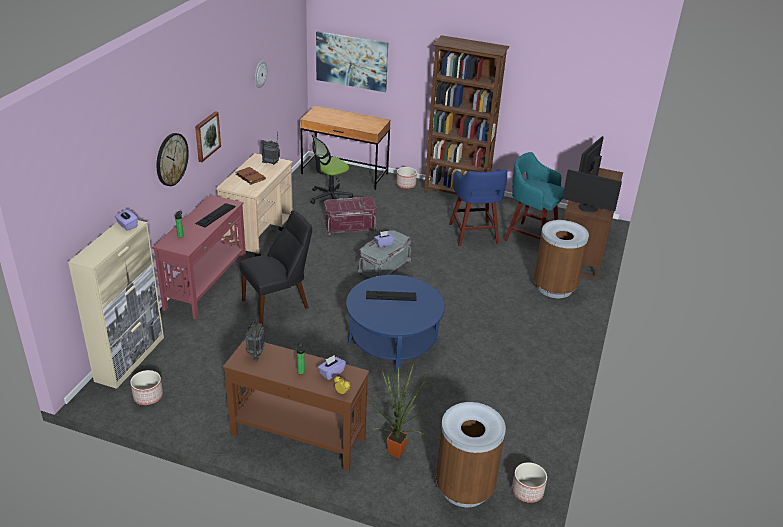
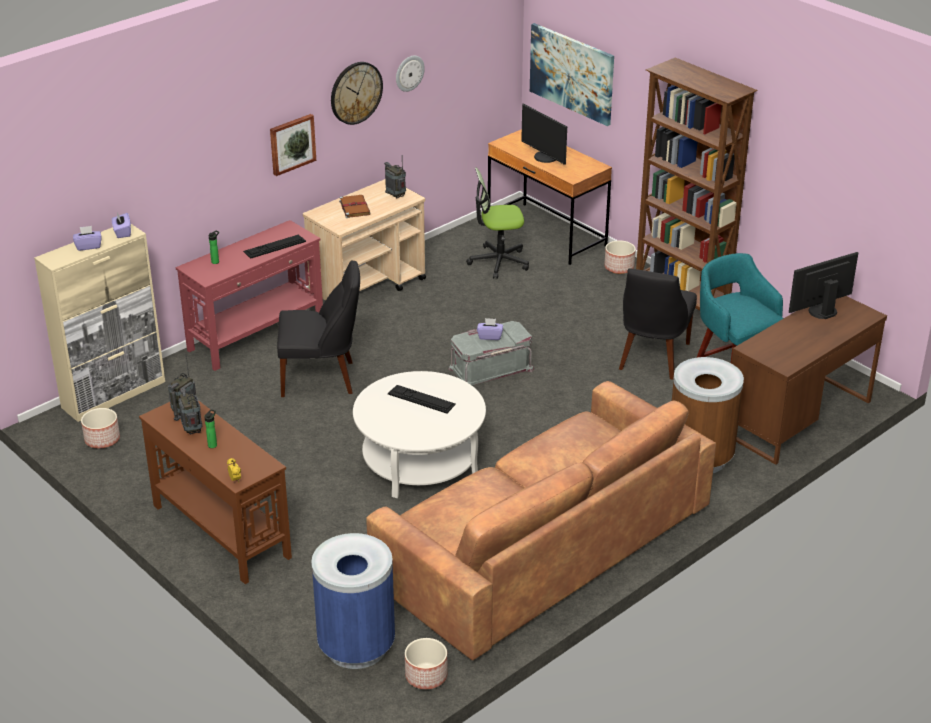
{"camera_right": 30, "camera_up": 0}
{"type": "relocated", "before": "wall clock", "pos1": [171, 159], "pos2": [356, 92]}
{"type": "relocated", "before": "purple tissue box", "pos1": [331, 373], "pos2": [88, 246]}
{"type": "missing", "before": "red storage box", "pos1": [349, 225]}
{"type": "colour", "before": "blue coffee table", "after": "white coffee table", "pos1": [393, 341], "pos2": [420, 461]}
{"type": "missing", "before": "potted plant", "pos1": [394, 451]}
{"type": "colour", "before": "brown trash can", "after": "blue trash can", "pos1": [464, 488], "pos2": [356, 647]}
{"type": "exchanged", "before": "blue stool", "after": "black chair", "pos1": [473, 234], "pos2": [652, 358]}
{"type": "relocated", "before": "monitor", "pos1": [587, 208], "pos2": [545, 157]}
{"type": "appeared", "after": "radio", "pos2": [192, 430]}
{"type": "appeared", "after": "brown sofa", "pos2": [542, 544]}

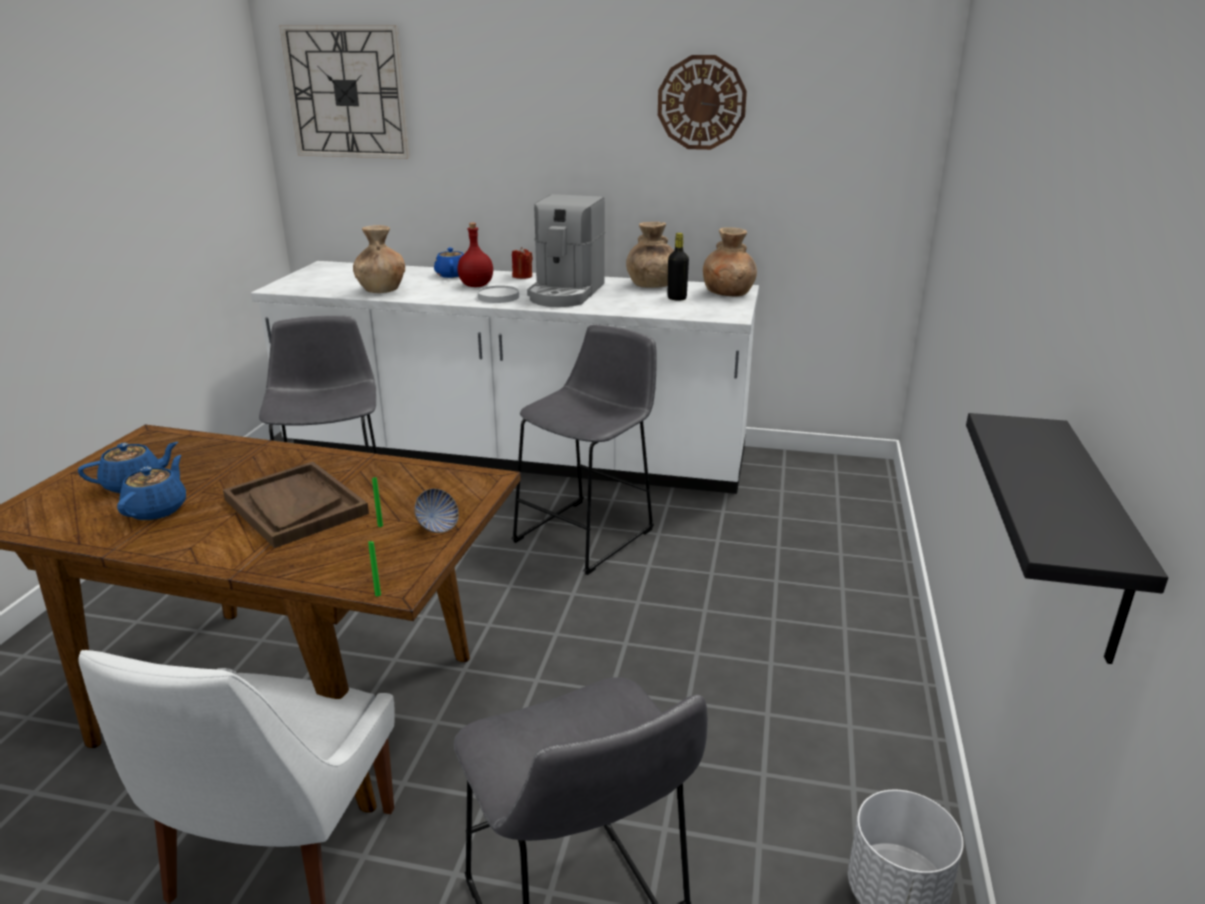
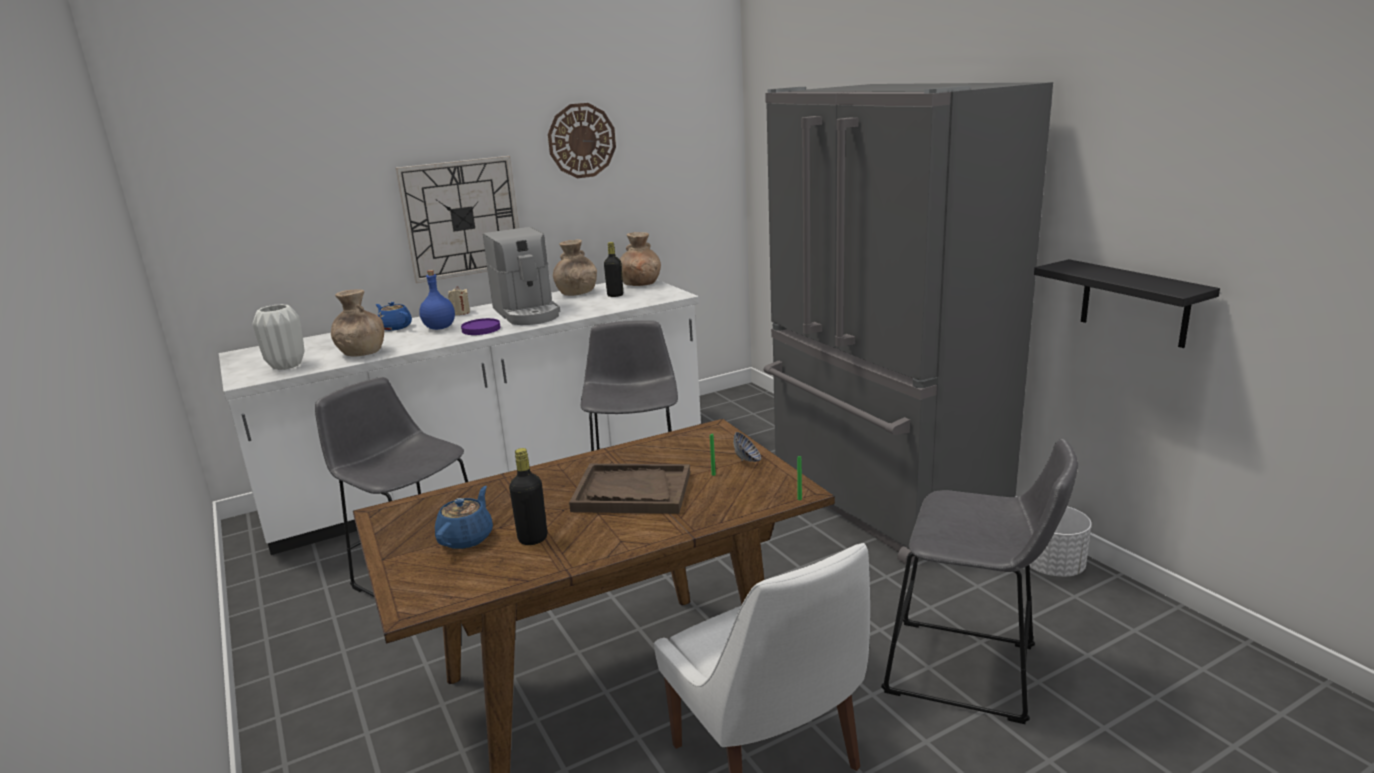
{"camera_right": -40, "camera_up": -5}
{"type": "exchanged", "before": "blue teapot", "after": "black bottle", "pos1": [157, 509], "pos2": [533, 539]}
{"type": "relocated", "before": "wall clock", "pos1": [347, 92], "pos2": [462, 218]}
{"type": "colour", "before": "red bottle", "after": "blue bottle", "pos1": [476, 286], "pos2": [439, 328]}
{"type": "colour", "before": "white plate", "after": "purple plate", "pos1": [498, 297], "pos2": [481, 329]}
{"type": "colour", "before": "red candle", "after": "beige candle", "pos1": [522, 276], "pos2": [460, 313]}
{"type": "appeared", "after": "white vase", "pos2": [287, 365]}
{"type": "appeared", "after": "grey fridge", "pos2": [880, 500]}

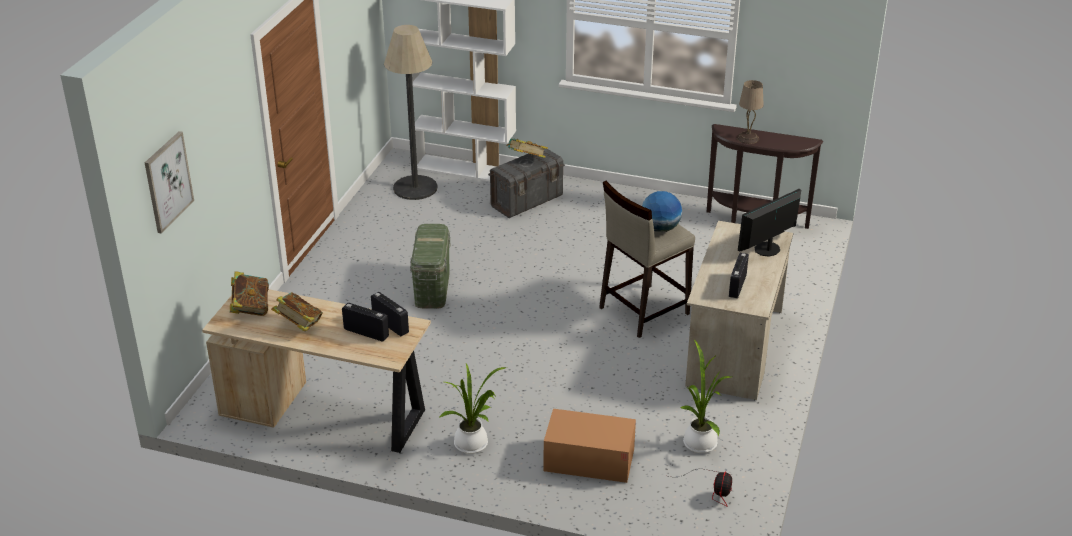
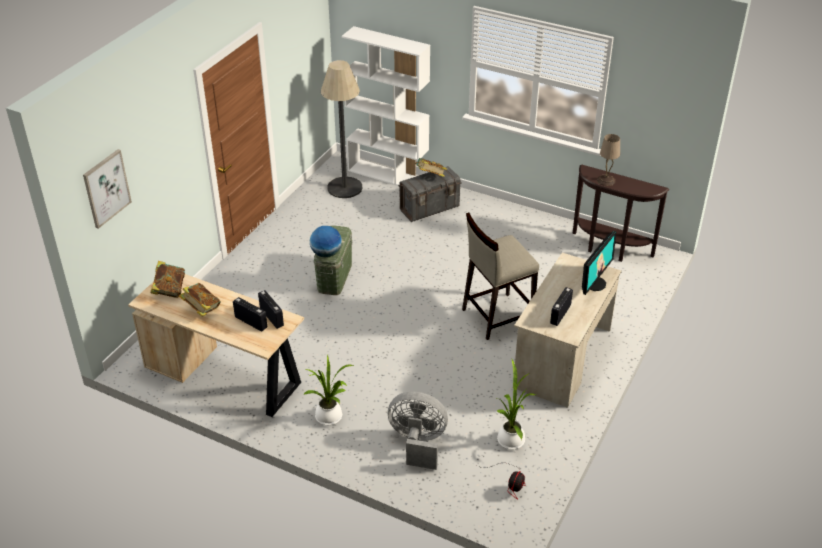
{"camera_right": 10, "camera_up": 5}
{"type": "exchanged", "before": "cardboard box", "after": "grey fan", "pos1": [589, 460], "pos2": [418, 443]}
{"type": "relocated", "before": "globe", "pos1": [660, 228], "pos2": [326, 254]}
{"type": "spun", "before": "monitor", "pos1": [767, 249], "pos2": [595, 283], "turn": 150}

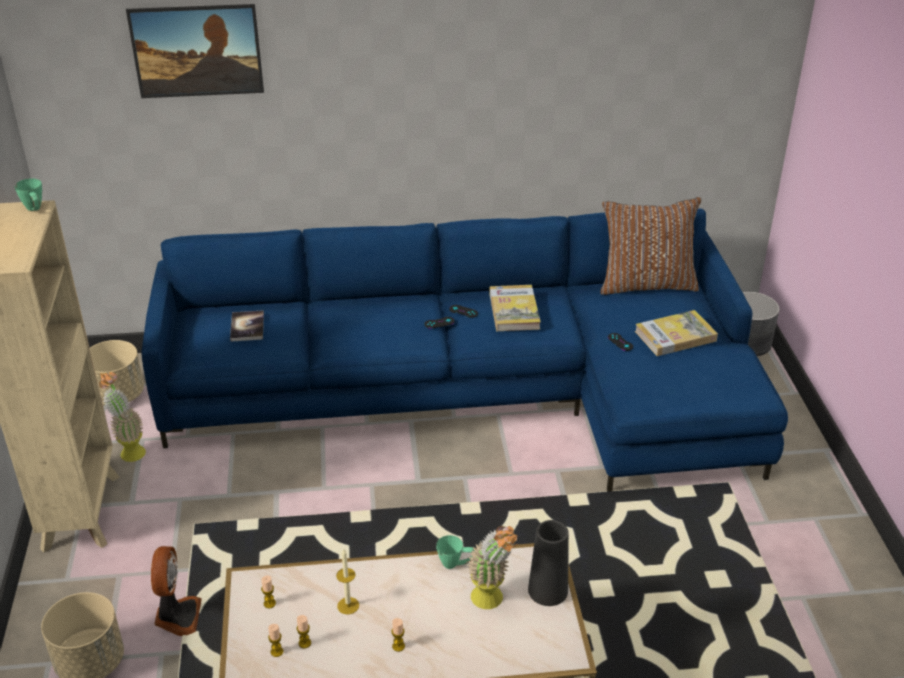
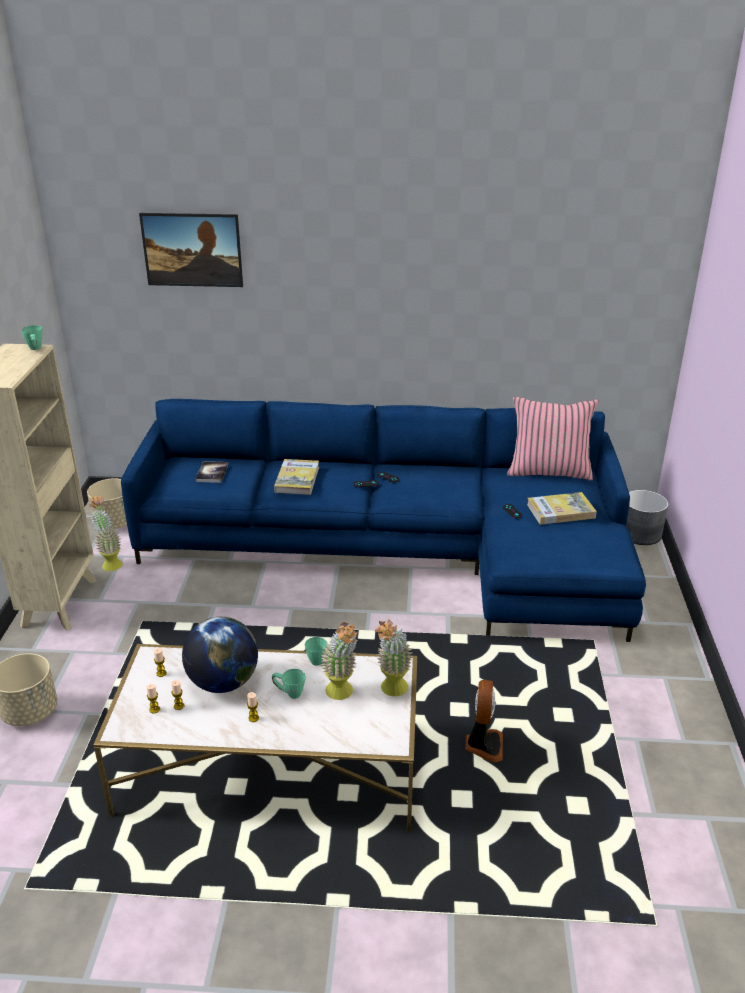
{"camera_right": 10, "camera_up": -5}
{"type": "relocated", "before": "fan", "pos1": [177, 616], "pos2": [483, 745]}
{"type": "exchanged", "before": "candle", "after": "globe", "pos1": [348, 605], "pos2": [223, 682]}
{"type": "relocated", "before": "book", "pos1": [514, 311], "pos2": [297, 479]}
{"type": "exchanged", "before": "black vase", "after": "potted plant", "pos1": [548, 590], "pos2": [392, 692]}
{"type": "colour", "before": "brown pillow", "after": "pink pillow", "pos1": [646, 284], "pos2": [548, 471]}
{"type": "appeared", "after": "green mug", "pos2": [289, 693]}

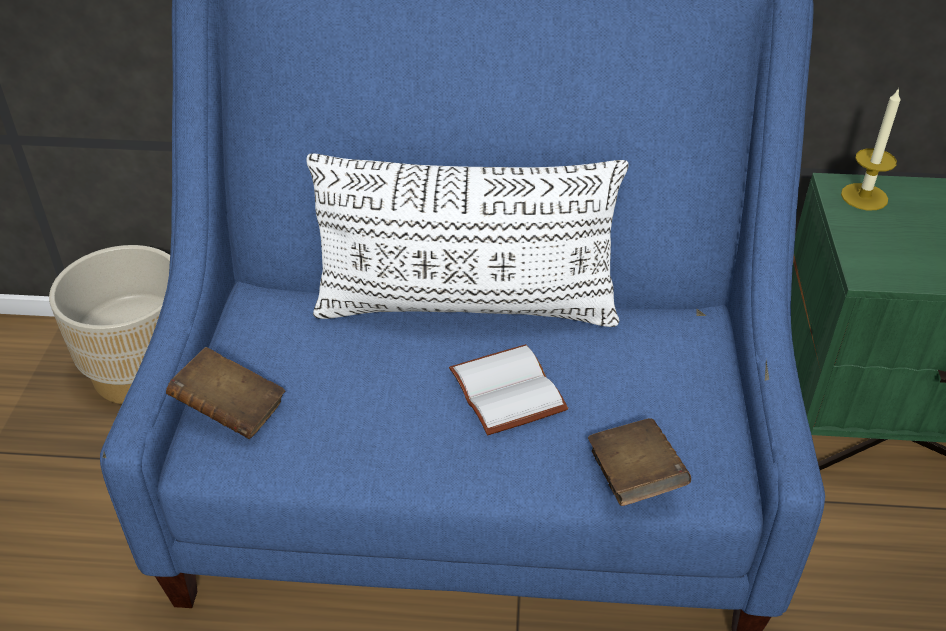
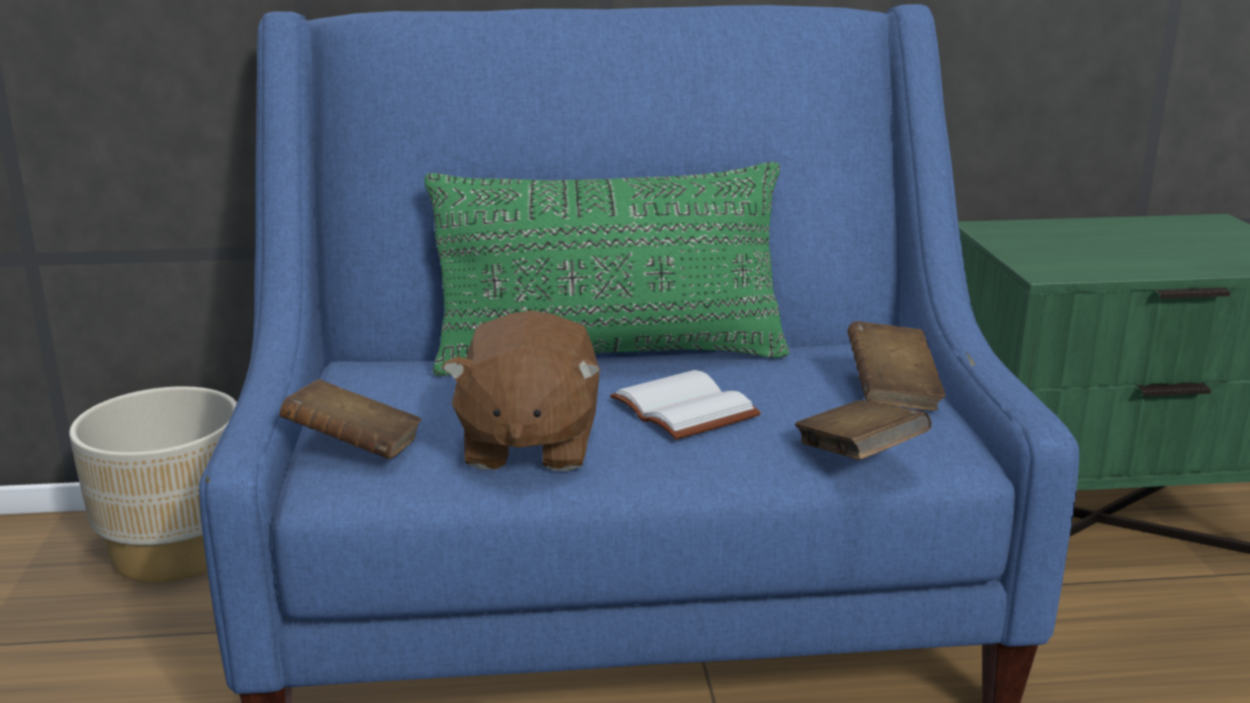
{"camera_right": -10, "camera_up": -20}
{"type": "colour", "before": "white pillow", "after": "green pillow", "pos1": [466, 307], "pos2": [611, 357]}
{"type": "missing", "before": "candle", "pos1": [864, 197]}
{"type": "appeared", "after": "brown plush toy", "pos2": [528, 445]}
{"type": "appeared", "after": "brown book", "pos2": [892, 392]}

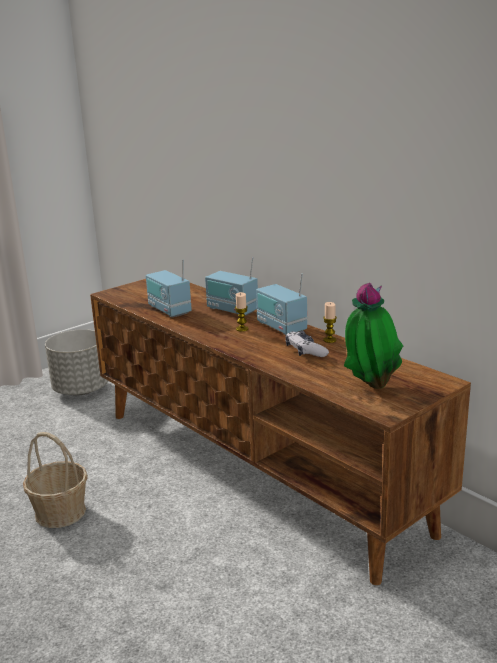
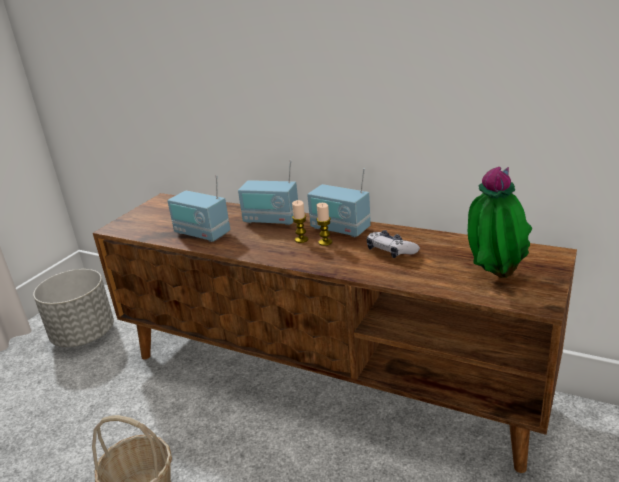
{"camera_right": -20, "camera_up": 5}
{"type": "relocated", "before": "candle", "pos1": [329, 340], "pos2": [325, 242]}

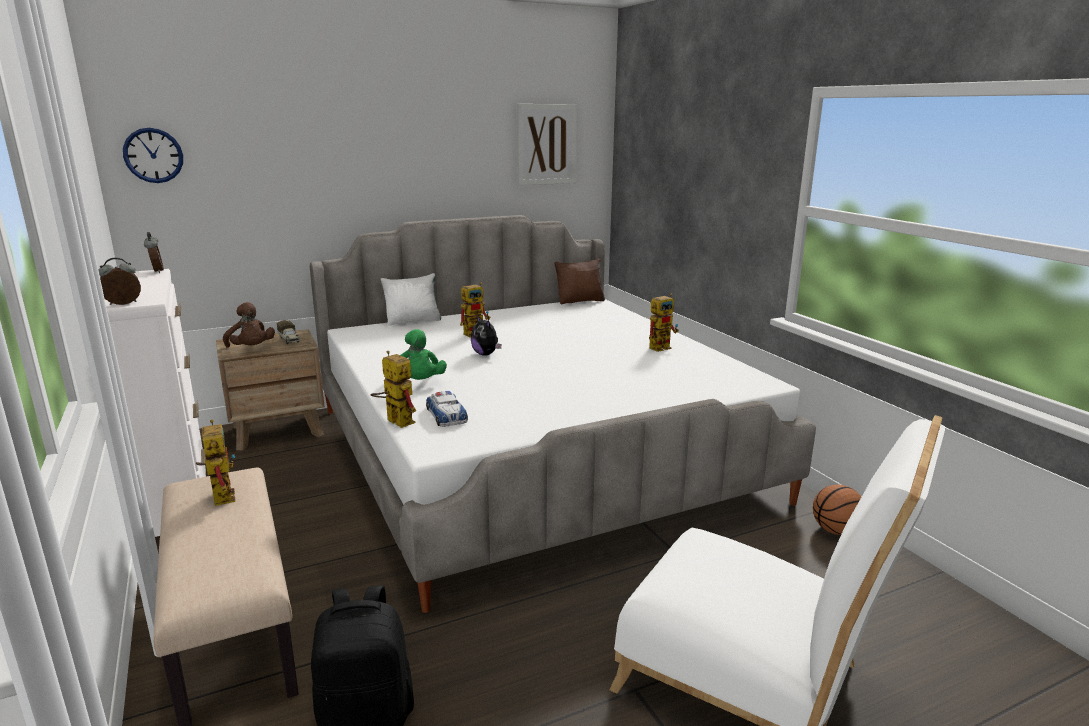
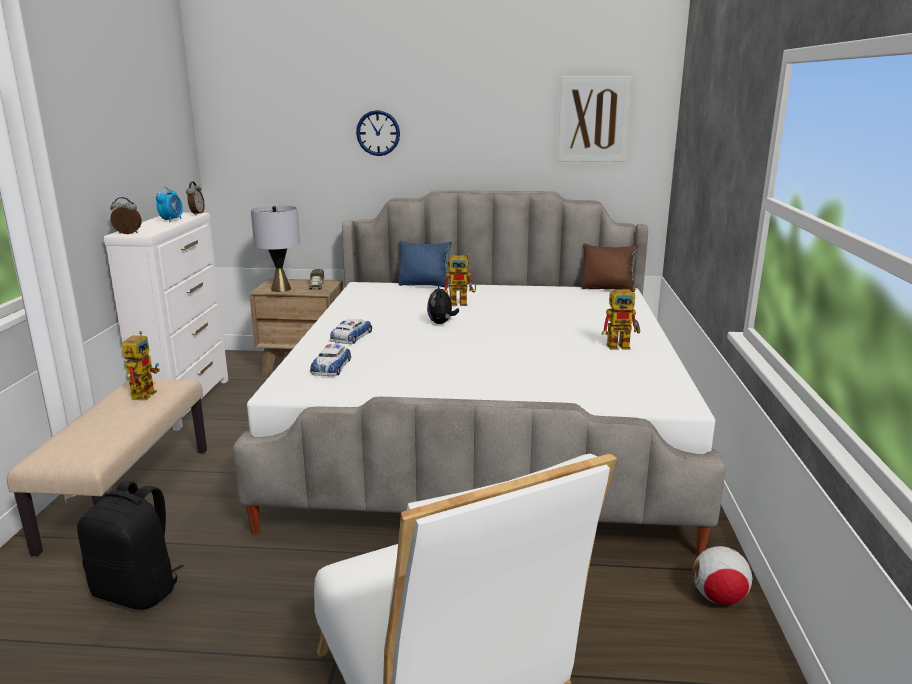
{"camera_right": 30, "camera_up": 0}
{"type": "relocated", "before": "wall clock", "pos1": [153, 155], "pos2": [378, 133]}
{"type": "exchanged", "before": "brown plush toy", "after": "grey table lamp", "pos1": [251, 349], "pos2": [280, 289]}
{"type": "missing", "before": "toy robot", "pos1": [395, 420]}
{"type": "colour", "before": "white pillow", "after": "blue pillow", "pos1": [413, 321], "pos2": [425, 285]}
{"type": "exchanged", "before": "green plush toy", "after": "toy car", "pos1": [419, 382], "pos2": [351, 336]}
{"type": "exchanged", "before": "basketball", "after": "football", "pos1": [835, 530], "pos2": [718, 598]}
{"type": "appeared", "after": "alarm clock", "pos2": [172, 220]}

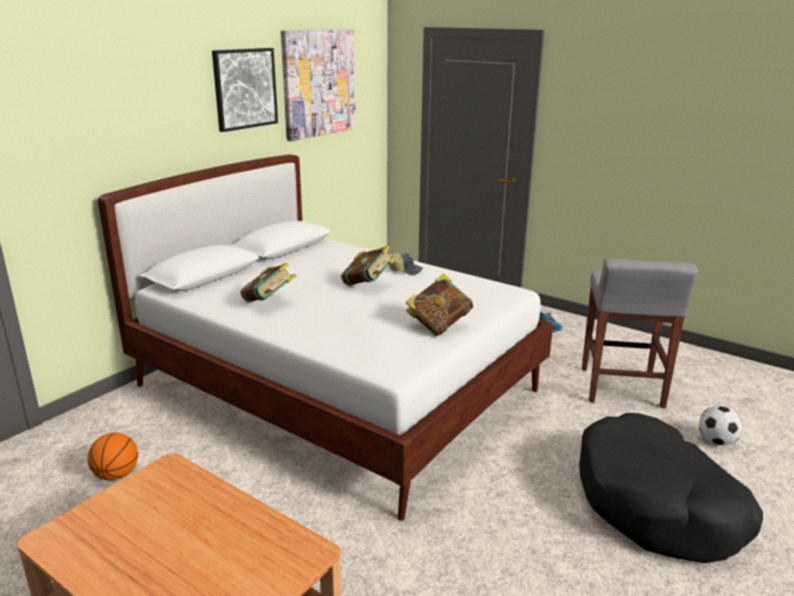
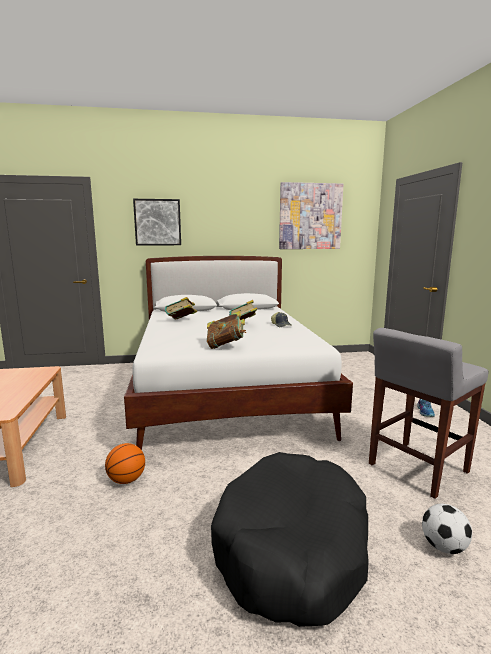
{"camera_right": 45, "camera_up": -10}
{"type": "relocated", "before": "basketball", "pos1": [116, 475], "pos2": [126, 480]}
{"type": "relocated", "before": "picture", "pos1": [245, 88], "pos2": [157, 222]}

